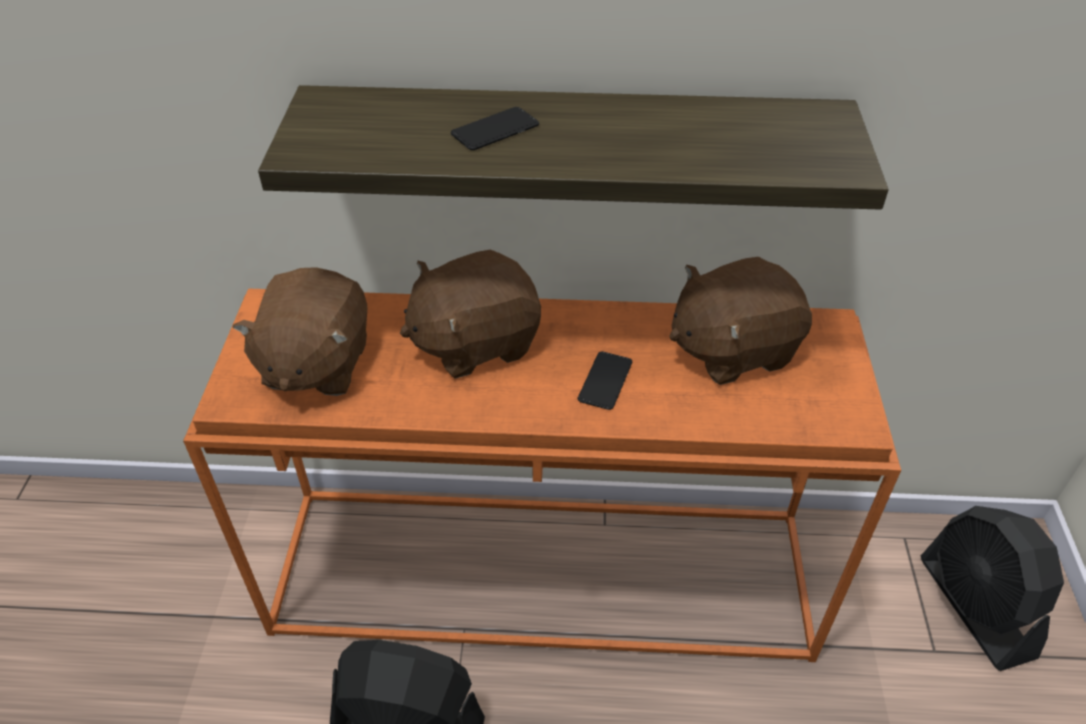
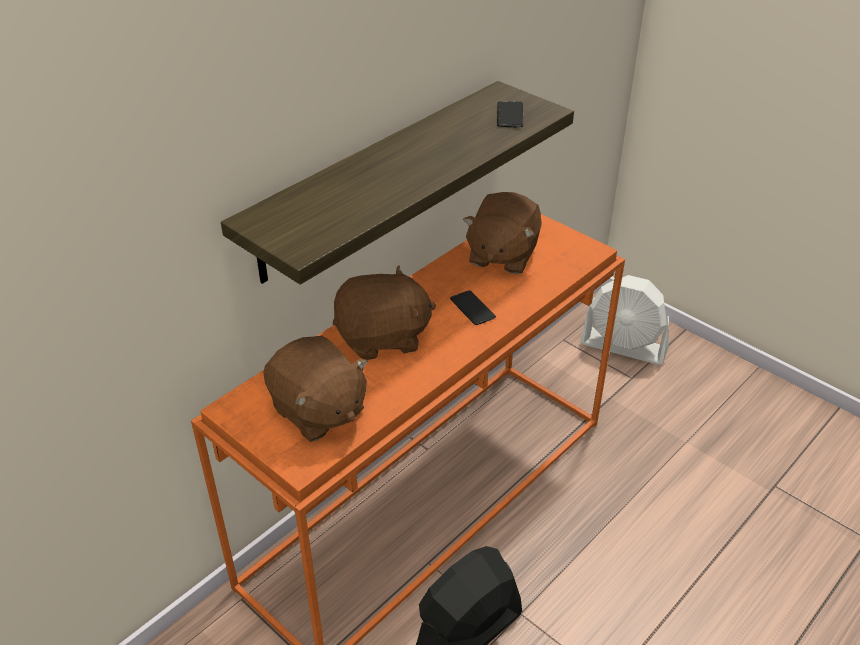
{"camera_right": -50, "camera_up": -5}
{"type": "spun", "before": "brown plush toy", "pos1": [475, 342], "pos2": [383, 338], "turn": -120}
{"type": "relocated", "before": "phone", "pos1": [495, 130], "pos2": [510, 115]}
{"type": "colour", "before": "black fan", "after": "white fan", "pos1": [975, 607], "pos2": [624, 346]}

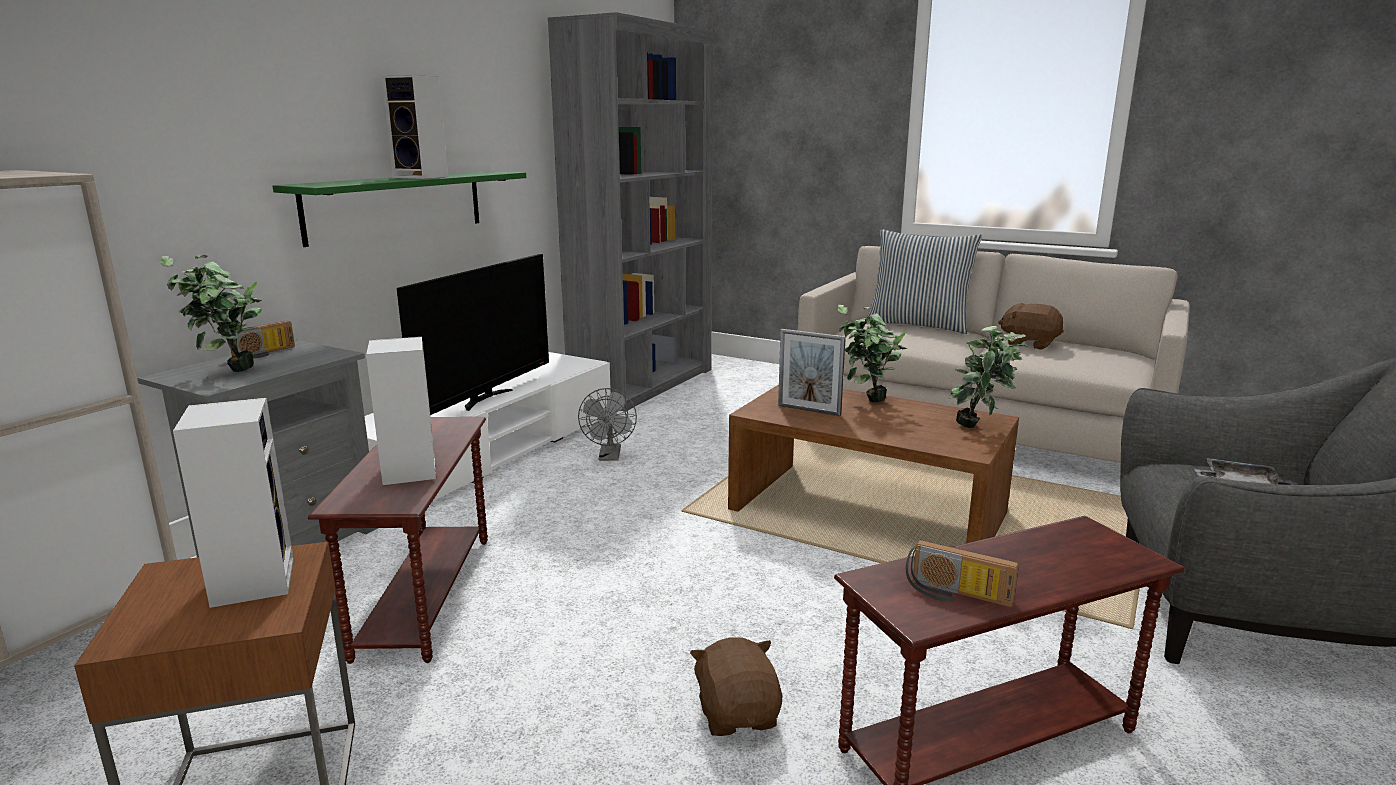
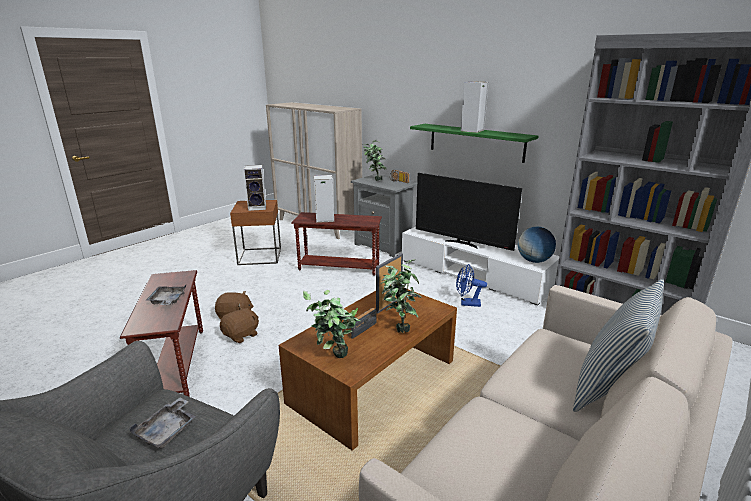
{"camera_right": 100, "camera_up": 5}
{"type": "colour", "before": "grey fan", "after": "blue fan", "pos1": [610, 457], "pos2": [467, 303]}
{"type": "relocated", "before": "radio", "pos1": [956, 595], "pos2": [360, 328]}
{"type": "relocated", "before": "brown plush toy", "pos1": [1030, 344], "pos2": [241, 335]}
{"type": "appeared", "after": "grey tray", "pos2": [167, 300]}
{"type": "appeared", "after": "globe", "pos2": [534, 261]}

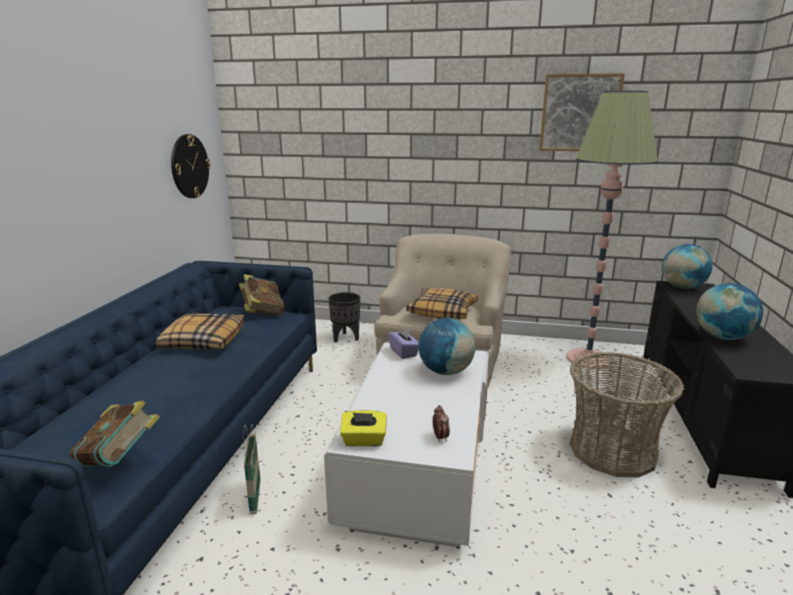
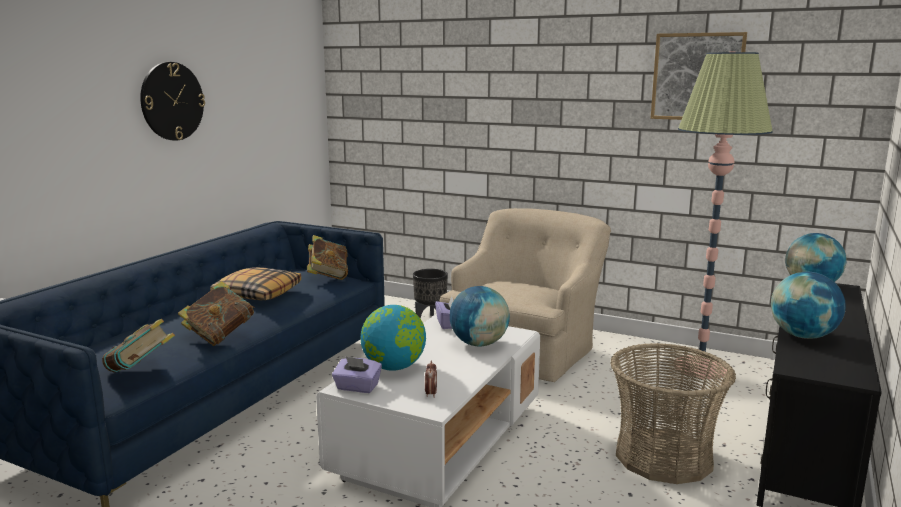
{"camera_right": 15, "camera_up": -5}
{"type": "relocated", "before": "wall clock", "pos1": [189, 166], "pos2": [172, 101]}
{"type": "missing", "before": "basket", "pos1": [255, 497]}
{"type": "colour", "before": "yellow tissue box", "after": "purple tissue box", "pos1": [364, 440], "pos2": [357, 387]}
{"type": "missing", "before": "pillow", "pos1": [442, 311]}
{"type": "appeared", "after": "book", "pos2": [220, 336]}
{"type": "appeared", "after": "globe", "pos2": [394, 367]}

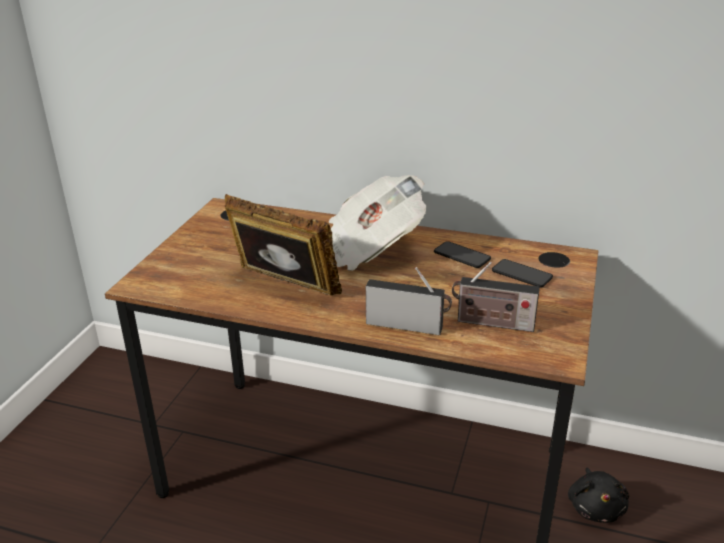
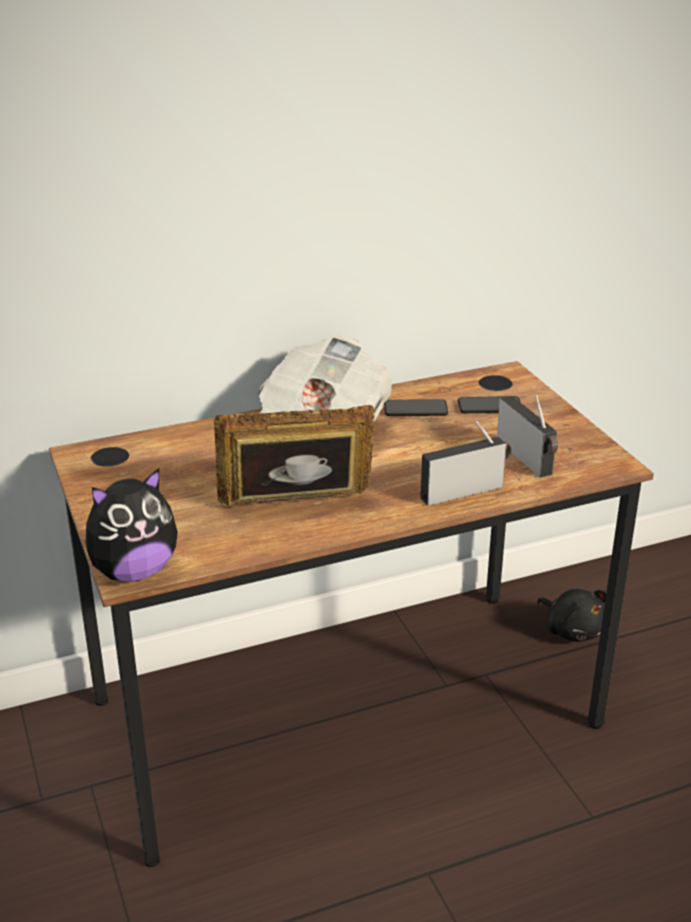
{"camera_right": -40, "camera_up": 0}
{"type": "spun", "before": "radio", "pos1": [491, 323], "pos2": [527, 458], "turn": -90}
{"type": "appeared", "after": "plush toy", "pos2": [134, 571]}

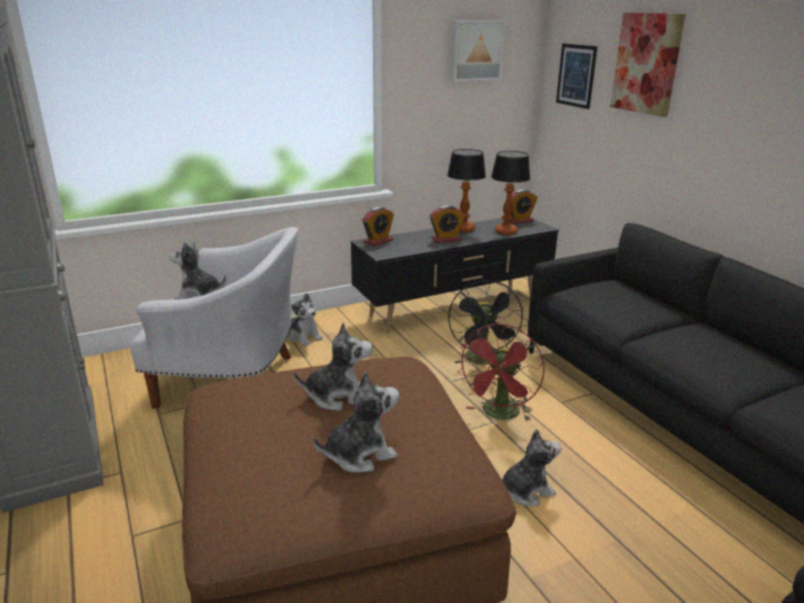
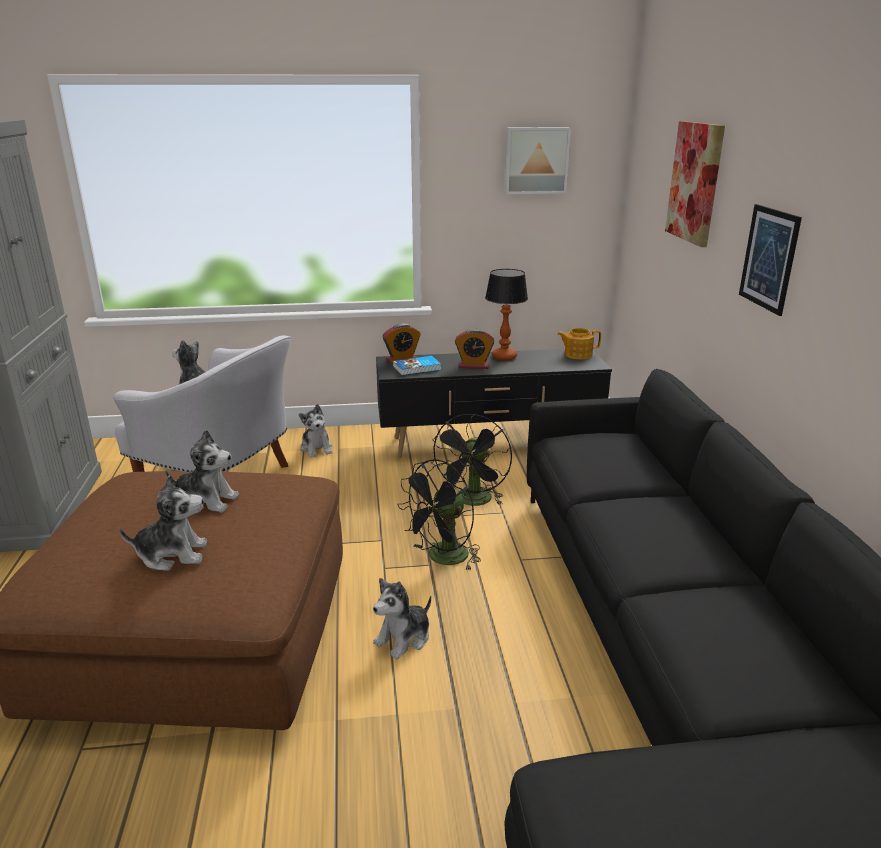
{"camera_right": 20, "camera_up": 0}
{"type": "colour", "before": "red fan", "after": "black fan", "pos1": [499, 415], "pos2": [442, 559]}
{"type": "missing", "before": "table lamp", "pos1": [506, 232]}
{"type": "spun", "before": "plush toy", "pos1": [525, 491], "pos2": [404, 638], "turn": 135}
{"type": "exchanged", "before": "alarm clock", "after": "teapot", "pos1": [520, 221], "pos2": [577, 354]}
{"type": "relocated", "before": "picture", "pos1": [576, 75], "pos2": [769, 258]}
{"type": "appeared", "after": "book", "pos2": [417, 368]}

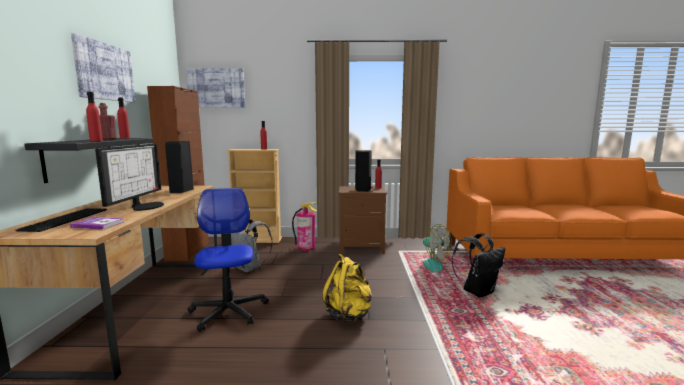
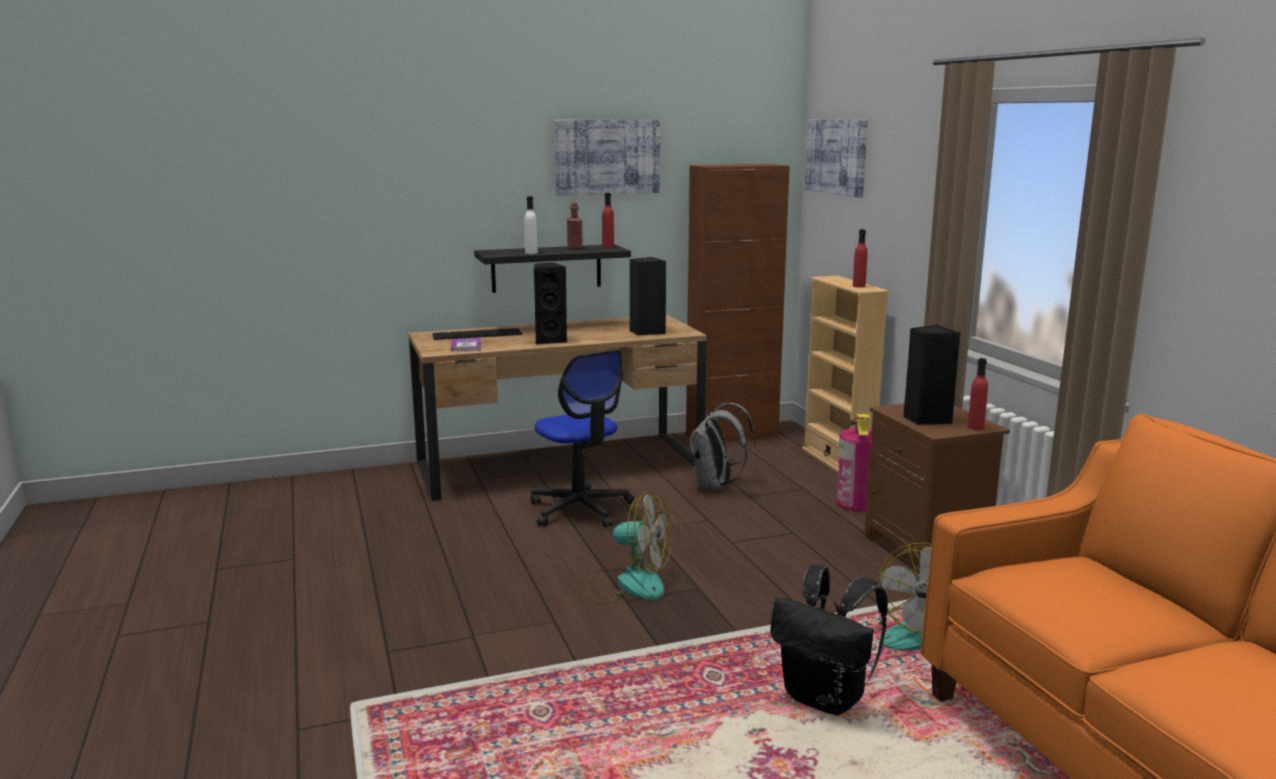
{"camera_right": 70, "camera_up": 5}
{"type": "colour", "before": "red bottle", "after": "white bottle", "pos1": [96, 140], "pos2": [531, 253]}
{"type": "exchanged", "before": "monitor", "after": "black speaker", "pos1": [145, 206], "pos2": [549, 340]}
{"type": "spun", "before": "office chair", "pos1": [228, 311], "pos2": [580, 509], "turn": 90}
{"type": "exchanged", "before": "yellow backpack", "after": "fan", "pos1": [349, 315], "pos2": [628, 584]}

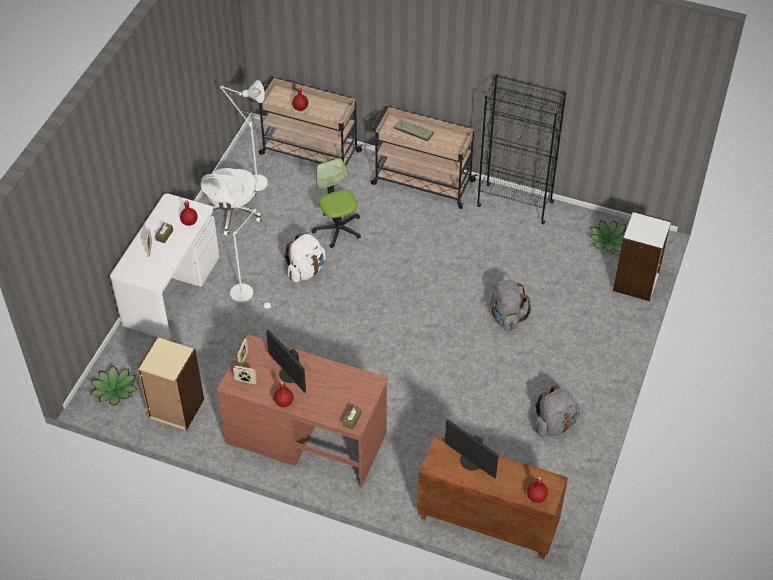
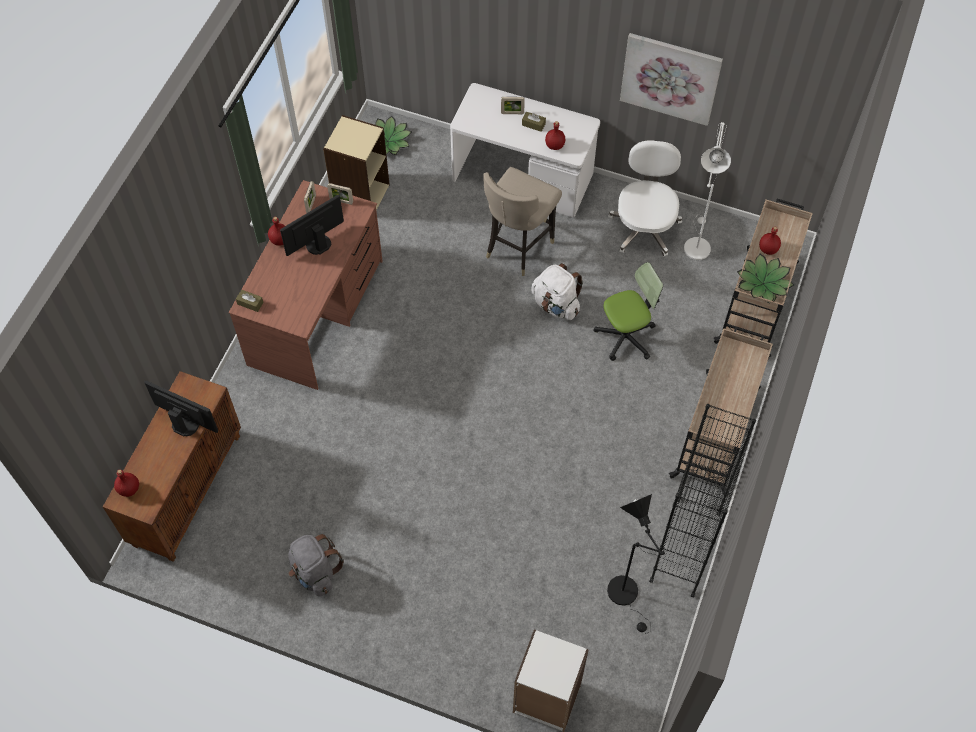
{"camera_right": 90, "camera_up": 10}
{"type": "spun", "before": "white office chair", "pos1": [232, 213], "pos2": [644, 227], "turn": 90}
{"type": "exchanged", "before": "white floor lamp", "after": "beige stool", "pos1": [246, 294], "pos2": [518, 247]}
{"type": "missing", "before": "keyboard", "pos1": [414, 130]}
{"type": "spun", "before": "monitor", "pos1": [471, 461], "pos2": [186, 423], "turn": 75}
{"type": "missing", "before": "grey backpack", "pos1": [506, 317]}
{"type": "relocated", "before": "potted plant", "pos1": [609, 241], "pos2": [763, 283]}
{"type": "appeared", "after": "black floor lamp", "pos2": [626, 595]}
{"type": "appeared", "after": "picture", "pos2": [670, 78]}

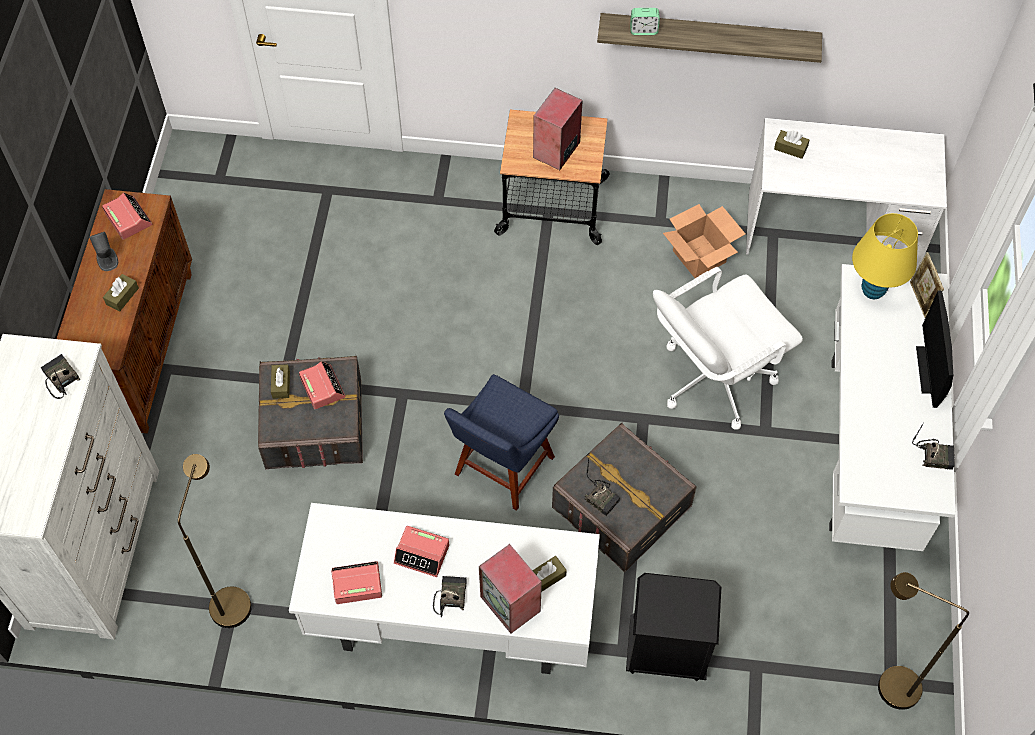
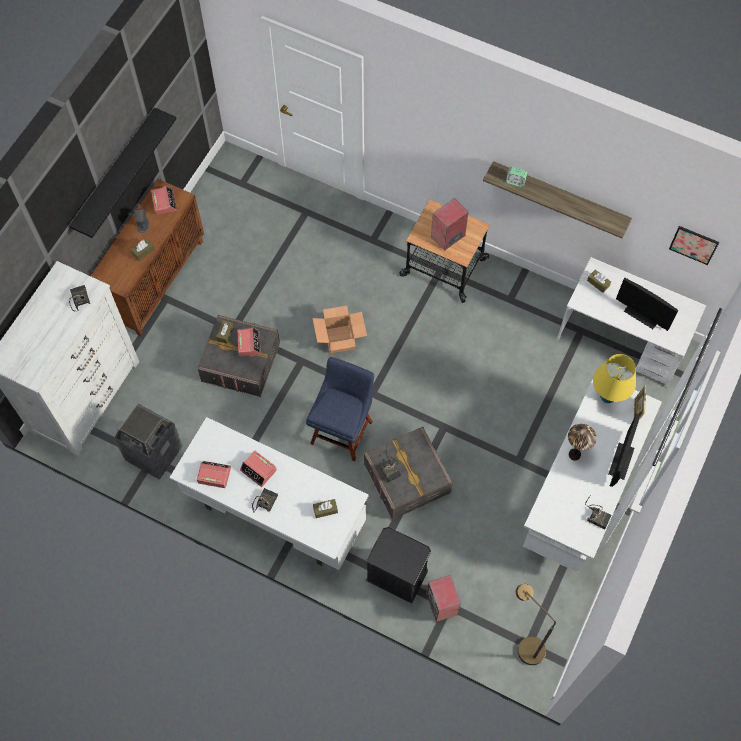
{"camera_right": 20, "camera_up": 5}
{"type": "exchanged", "before": "brown floor lamp", "after": "trash can", "pos1": [232, 597], "pos2": [153, 453]}
{"type": "spun", "before": "blue chair", "pos1": [501, 469], "pos2": [343, 429], "turn": 150}
{"type": "relocated", "before": "speaker", "pos1": [511, 604], "pos2": [442, 604]}
{"type": "missing", "before": "white office chair", "pos1": [714, 378]}
{"type": "relocated", "before": "cardboard box", "pos1": [698, 256], "pos2": [339, 339]}
{"type": "appeared", "after": "black shelf", "pos2": [115, 173]}
{"type": "appeared", "after": "table lamp", "pos2": [574, 454]}
{"type": "appeared", "after": "monitor", "pos2": [642, 314]}
{"type": "appeared", "after": "picture", "pos2": [693, 244]}

